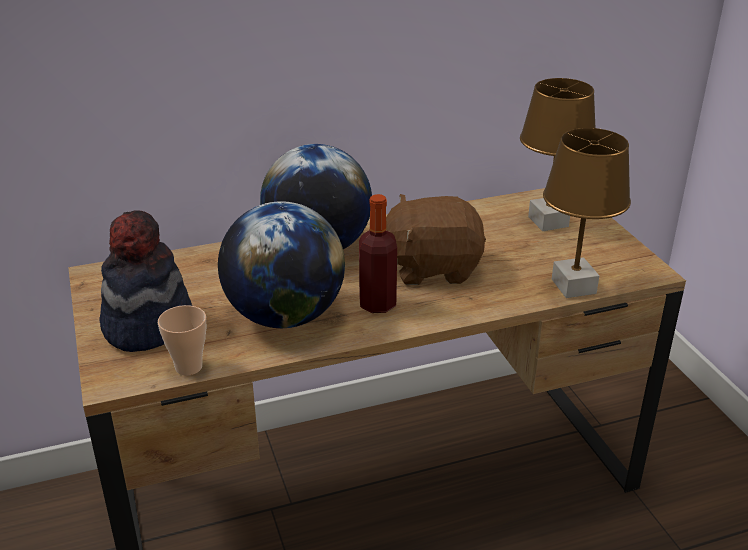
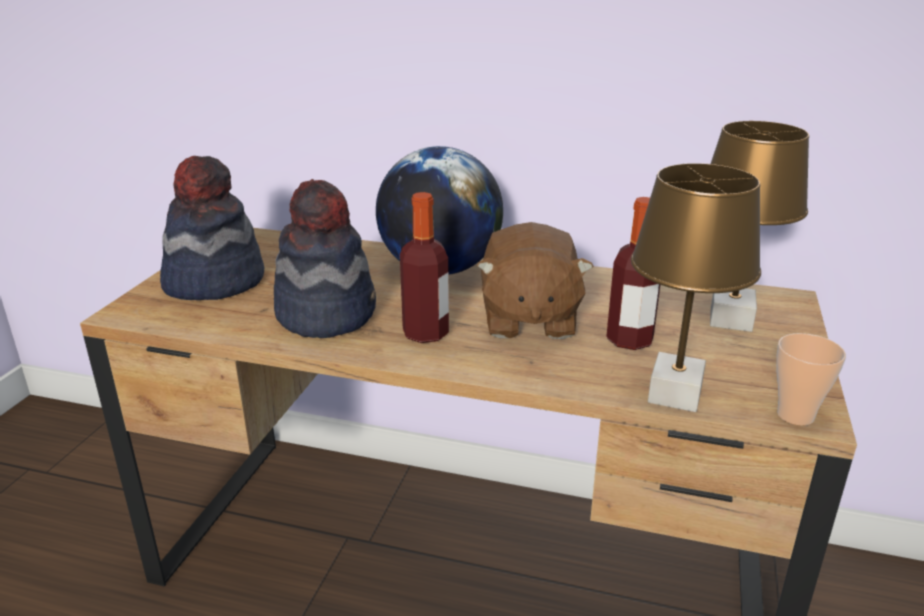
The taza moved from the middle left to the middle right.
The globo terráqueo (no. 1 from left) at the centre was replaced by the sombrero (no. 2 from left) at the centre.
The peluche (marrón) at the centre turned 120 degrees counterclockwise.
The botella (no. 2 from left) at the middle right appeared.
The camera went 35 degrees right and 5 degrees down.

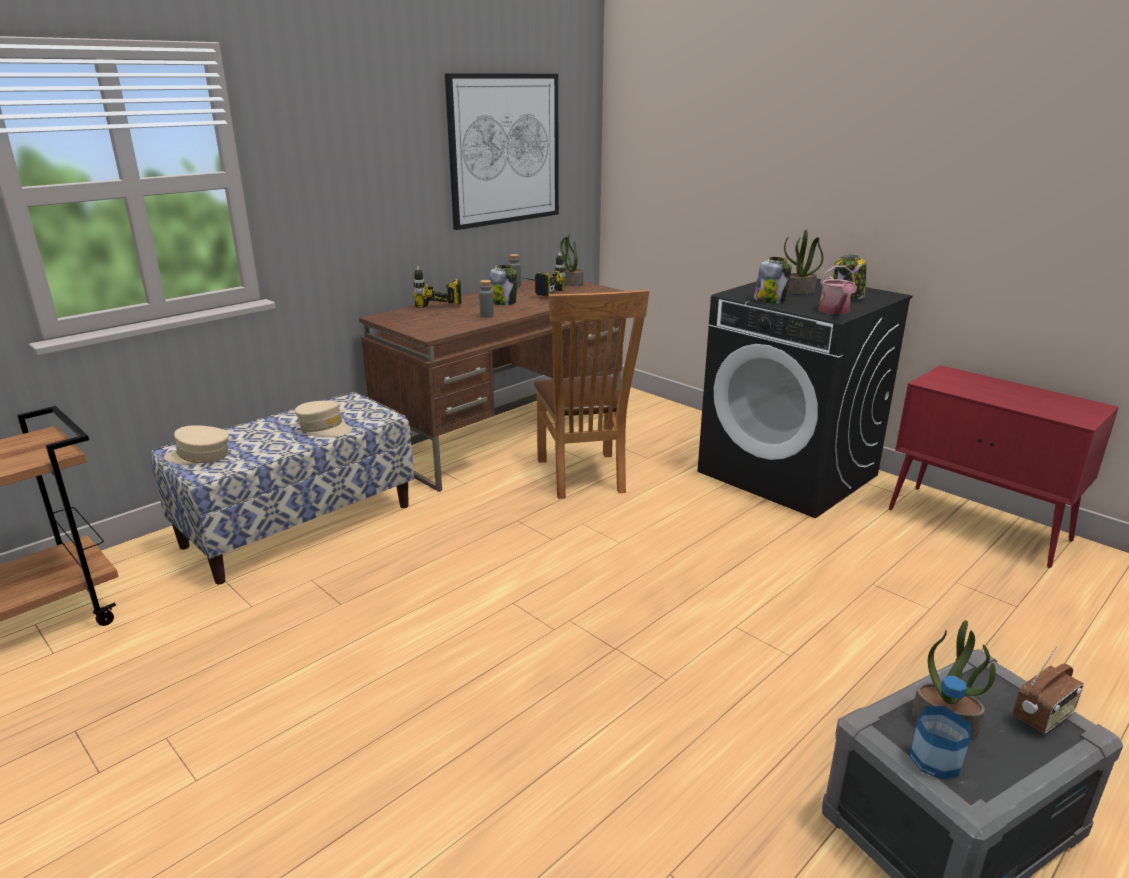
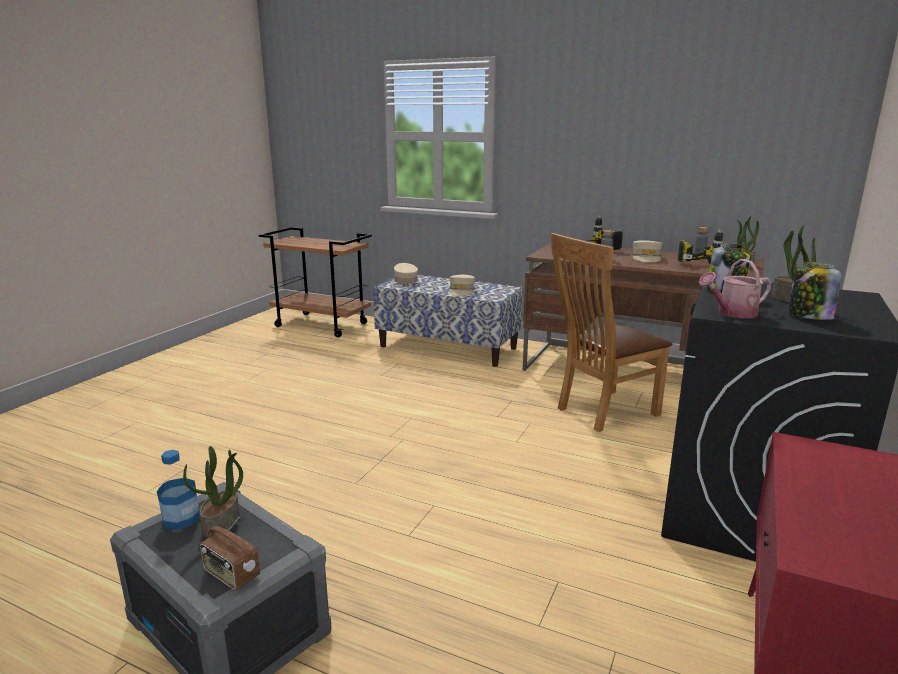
The cuadro at the top centre disappeared.
The tarro (no. 1 from left) at the top centre was replaced by the gorra (beis) (no. 3 from left) at the middle right.
The camera went 70 degrees right and 5 degrees down.

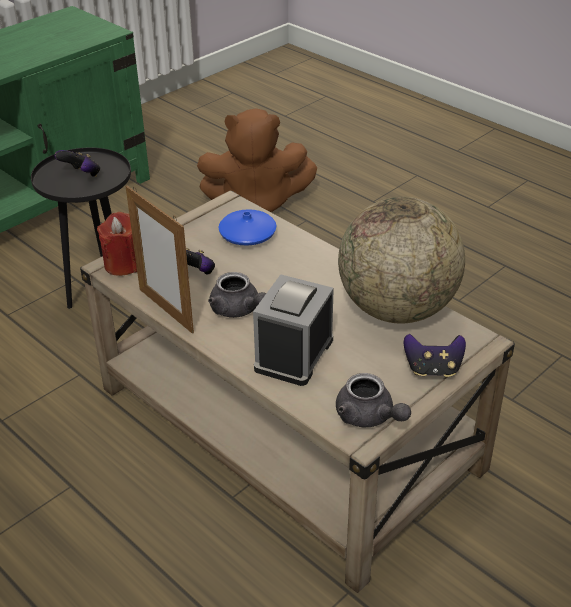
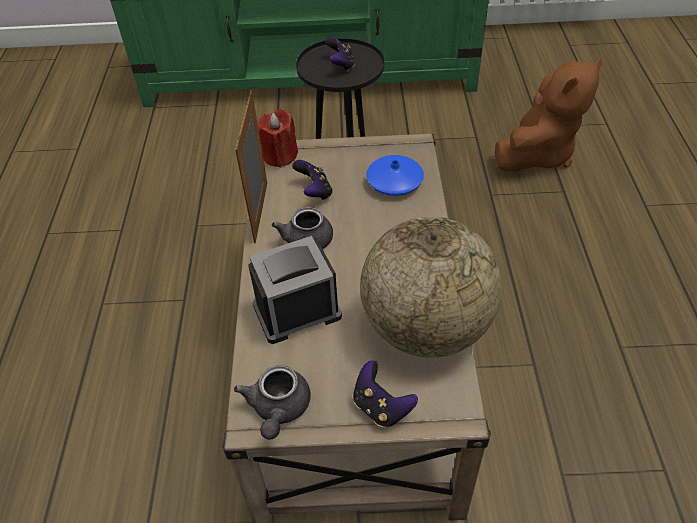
The peluche (marrón) at the top centre turned 90 degrees counterclockwise.
The camera went 45 degrees right and 10 degrees up.

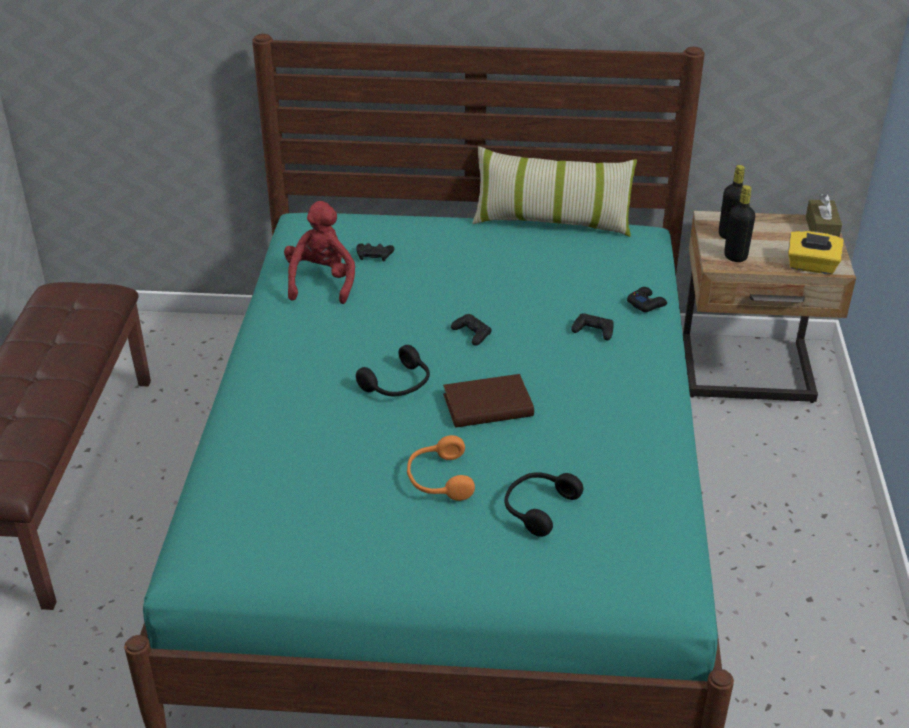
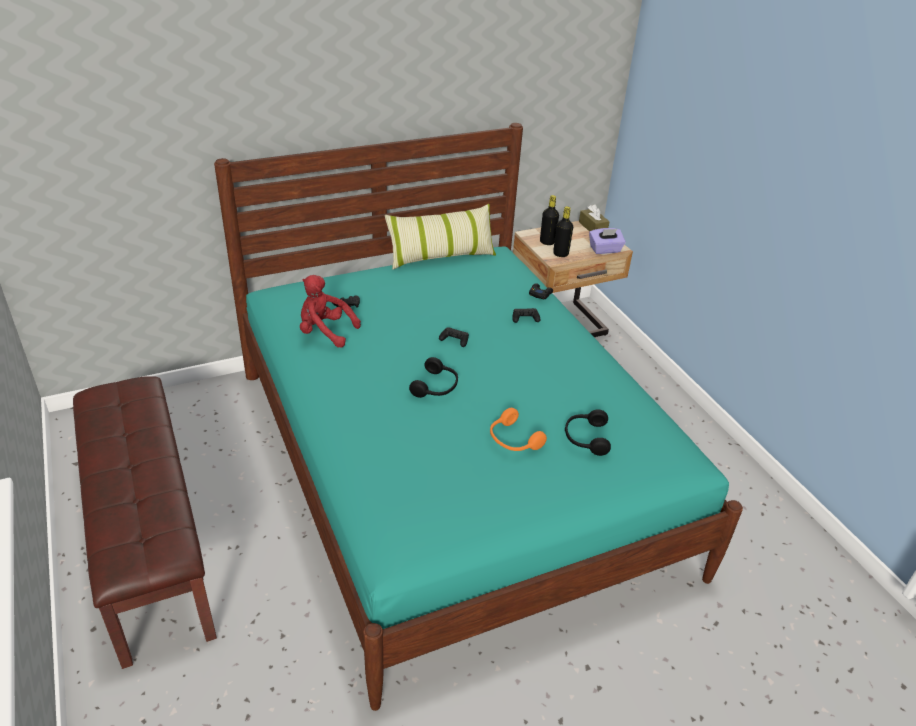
The peluche (rojo) at the centre turned 45 degrees counterclockwise.
The libro (marrón) at the centre disappeared.
The caja de pañuelos (amarillo) at the middle right became the caja de pañuelos (morado) at the top centre.
The camera went 30 degrees left and 0 degrees up.

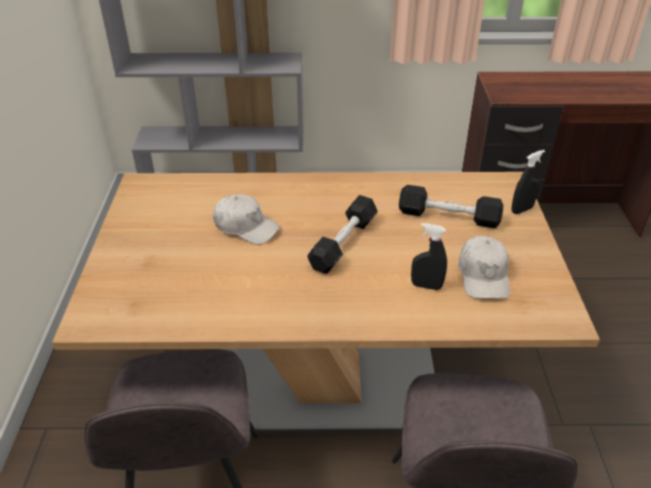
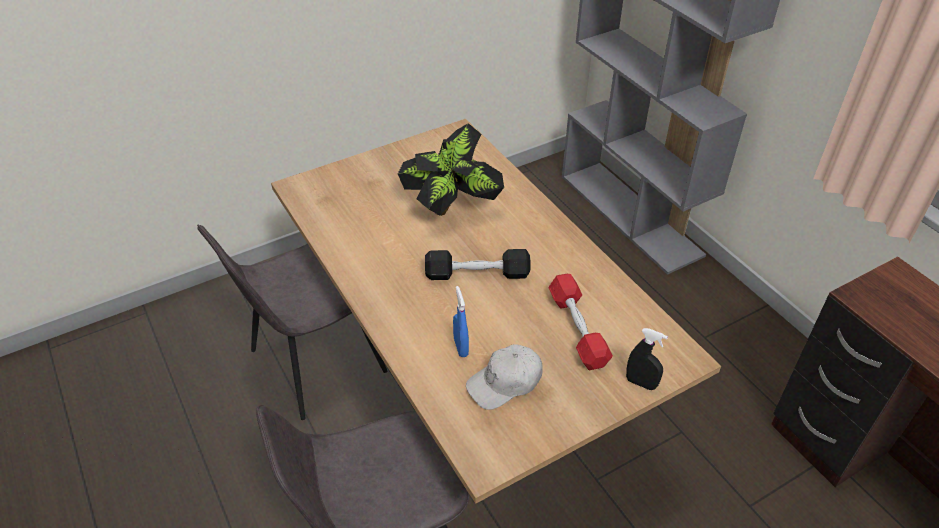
The gorra (blanco) (no. 1 from left) at the centre was replaced by the planta en maceta at the top centre.
The mancuerna (negro) (no. 2 from left) at the middle right became the mancuerna (rojo) at the centre.
The pulverizador (negro) (no. 1 from left) at the centre became the pulverizador (azul) at the centre.
The camera went 60 degrees right and 5 degrees up.

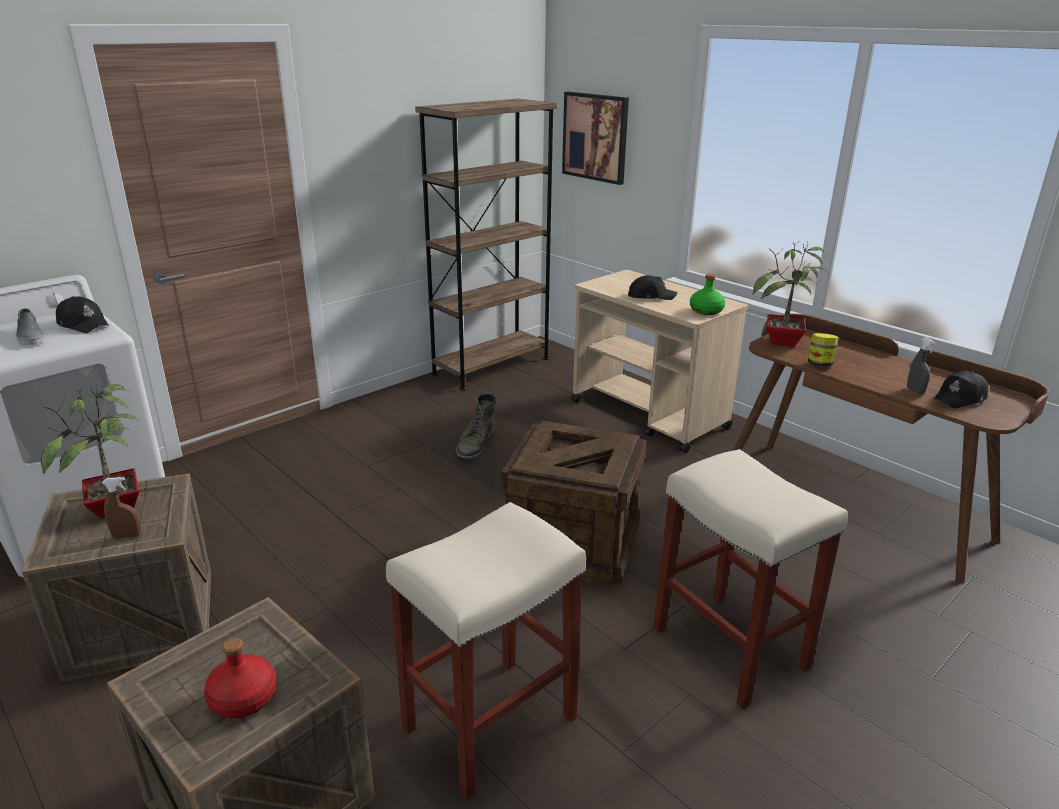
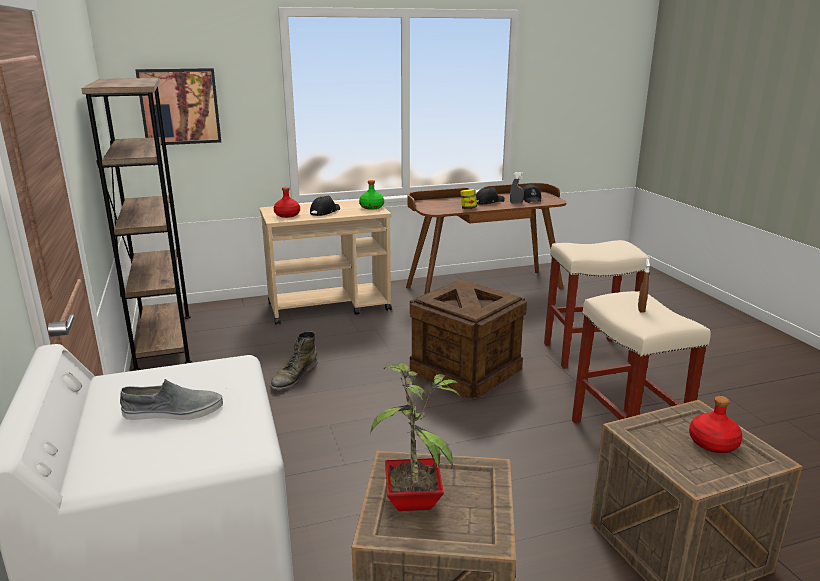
The gorra (negro) (no. 1 from left in the first image) moved from the middle left to the centre.
The pulverizador (marrón) moved from the middle left to the middle right.
The bota (verde) at the centre turned 75 degrees clockwise.
The planta en maceta (no. 2 from left) at the middle right disappeared.
The botella (rojo) (no. 1 from left) at the centre appeared.
The camera went 65 degrees left and 5 degrees down.

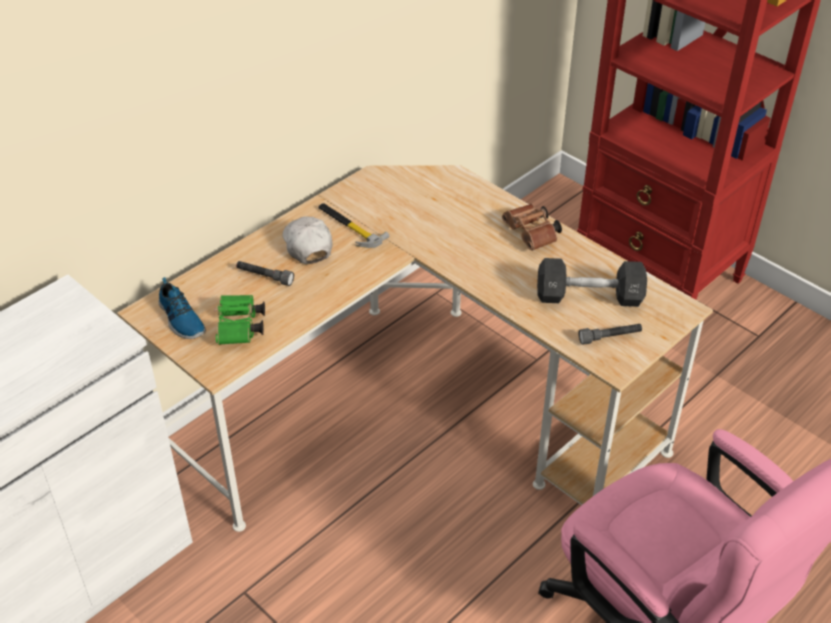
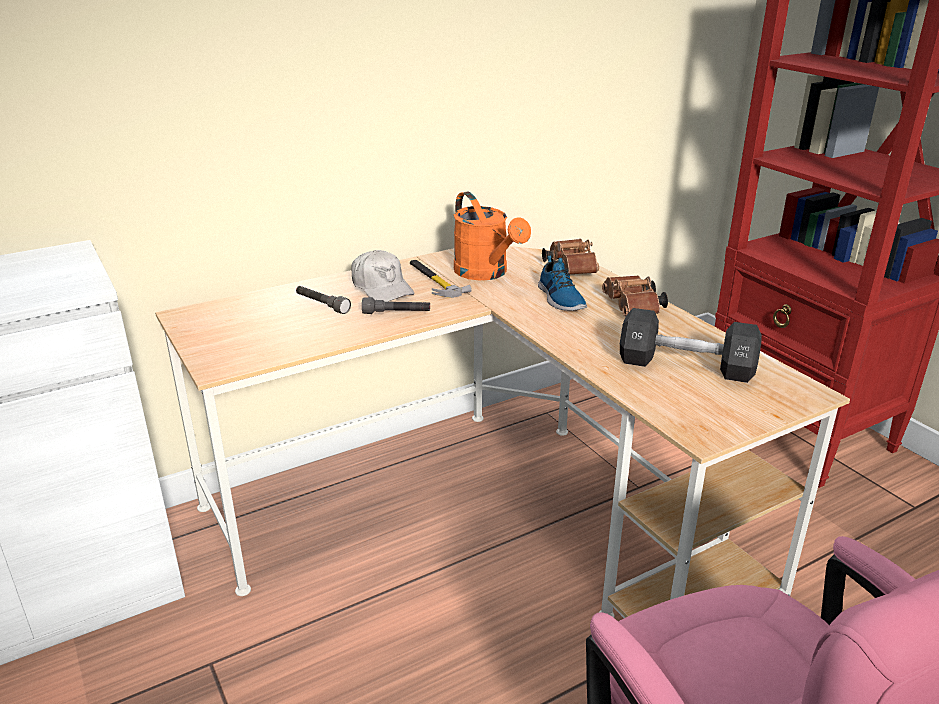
The zapato moved from the middle left to the centre.
The prismáticos (verde) at the middle left disappeared.
The gorra (blanco) at the centre turned 150 degrees clockwise.
The linterna (gris) (no. 2 from left) moved from the middle right to the centre.
The regadera (naranja) at the centre appeared.
The prismáticos (marrón) (no. 1 from left) at the centre appeared.
The camera went 15 degrees right and 15 degrees down.

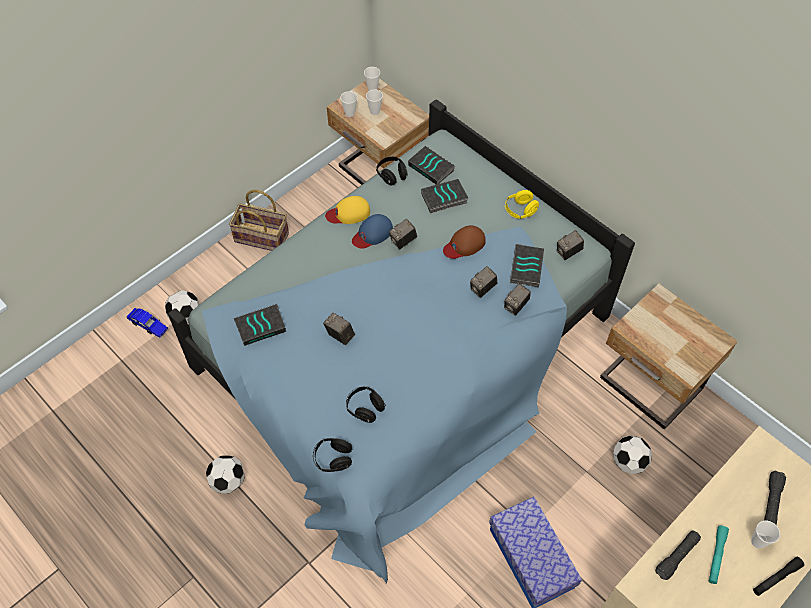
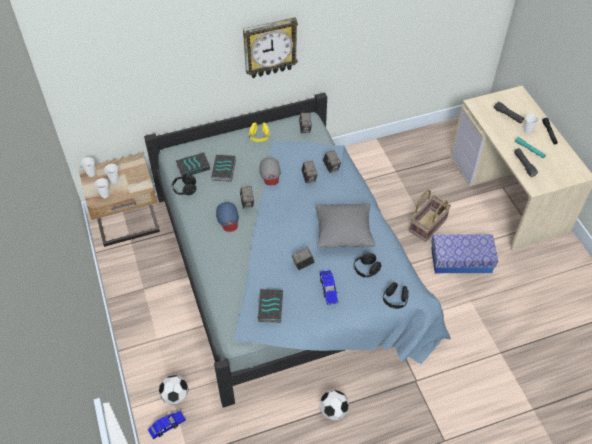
The cesta moved from the middle left to the middle right.
The gorra (amarillo) at the centre disappeared.
The gorra (marrón) at the centre became the gorra (gris) at the centre.
The libro (no. 4 from left) at the centre disappeared.
The mesita de noche (beis) (no. 2 from left) at the middle right disappeared.
The balón de fútbol (no. 3 from left) at the bottom right disappeared.
The reloj de pared at the top centre appeared.
The cojín (gris) at the centre appeared.
The coche de juguete (azul) (no. 2 from left) at the centre appeared.
The camera went 65 degrees left and 5 degrees down.

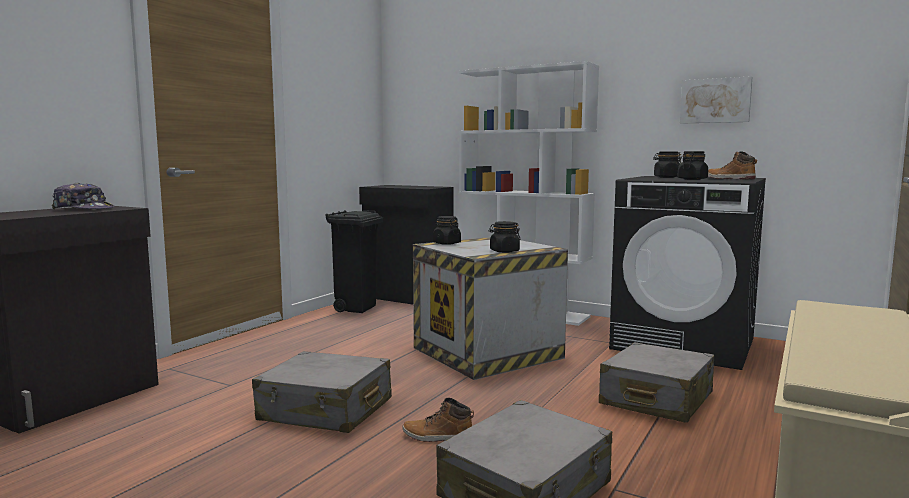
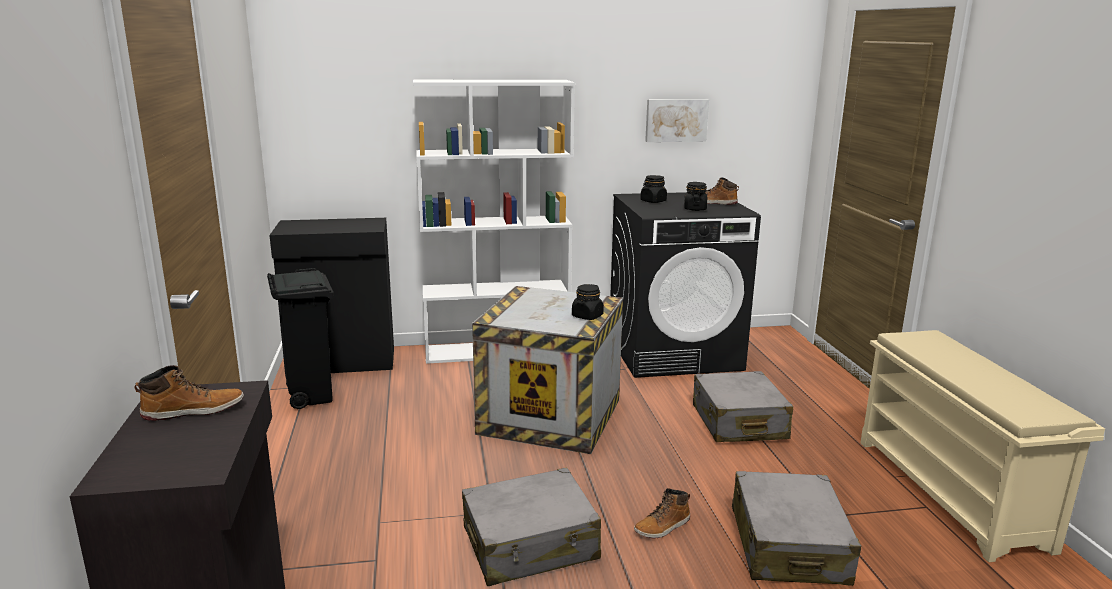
The gorra at the middle left was replaced by the bota (no. 1 from left) at the bottom left.
The tarro (negro) (no. 1 from left) at the centre disappeared.
The camera went 40 degrees left and 10 degrees up.

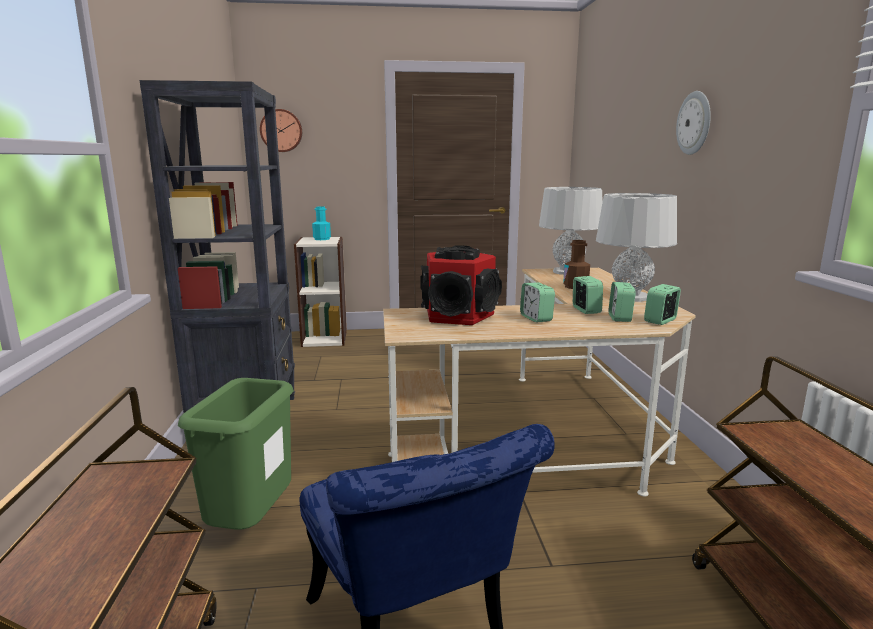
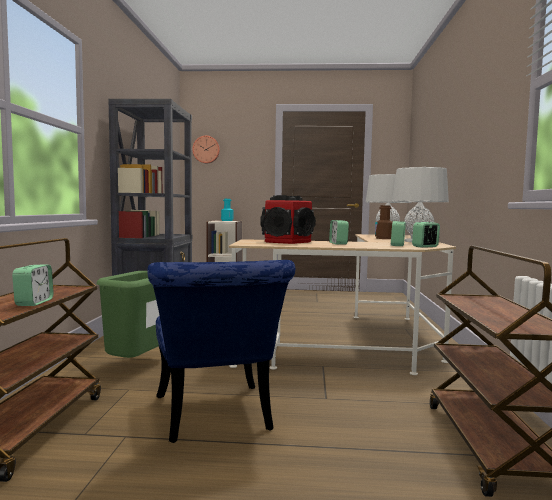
The despertador (no. 2 from left in the first image) moved from the middle right to the middle left.
The reloj de pared (no. 2 from left) at the top right disappeared.
The camera went 10 degrees right and 10 degrees down.

